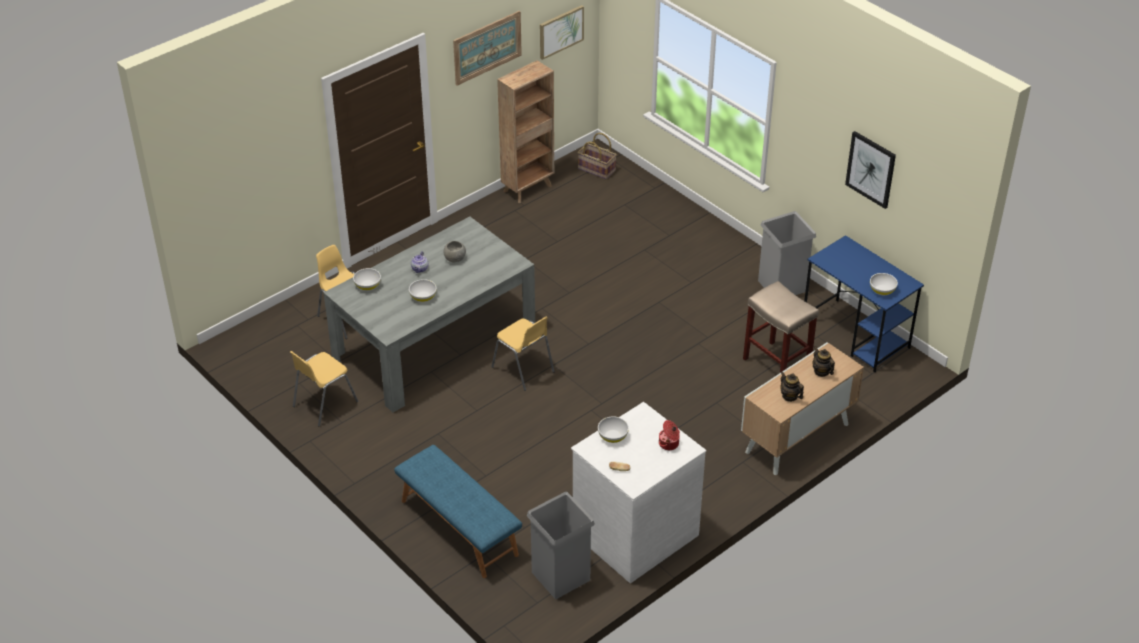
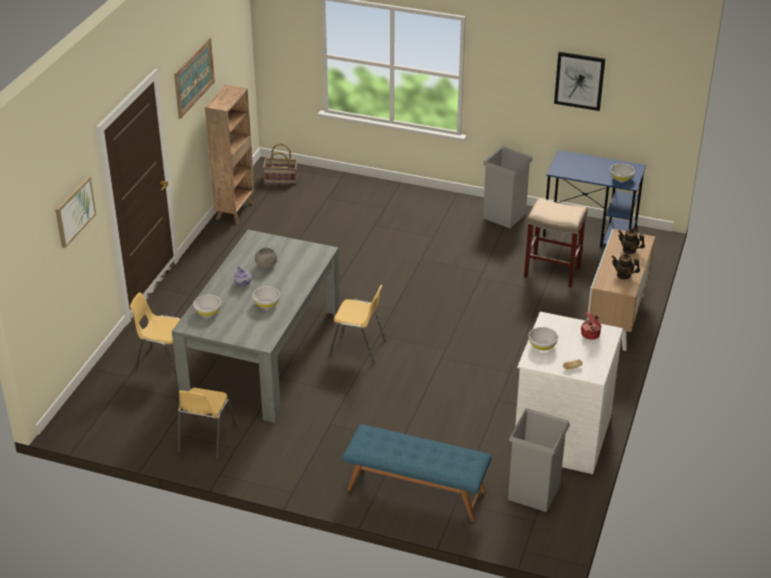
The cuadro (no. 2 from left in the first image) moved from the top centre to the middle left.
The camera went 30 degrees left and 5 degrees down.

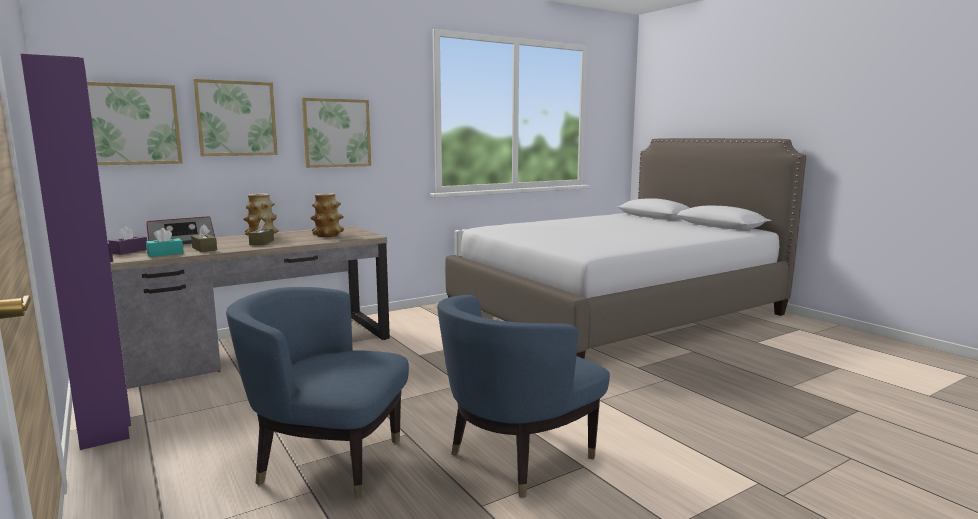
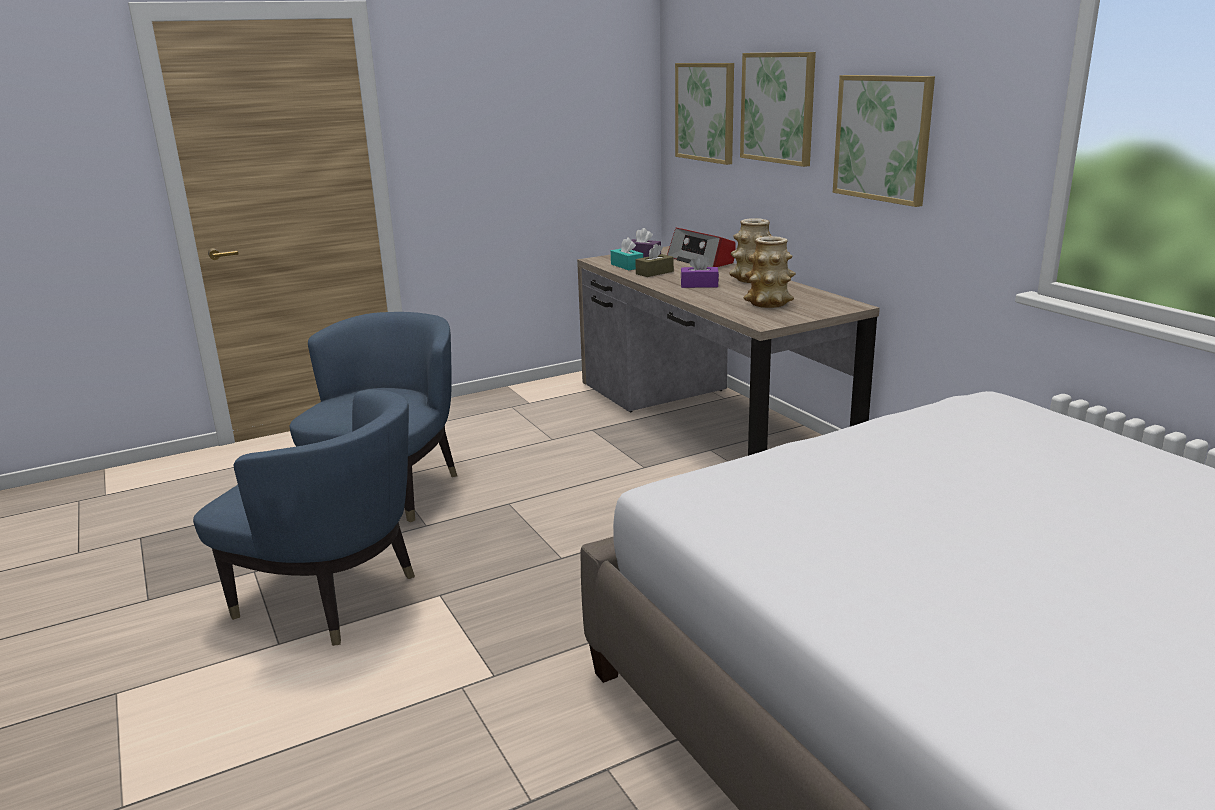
The armario ropero (morado) at the middle left disappeared.
The caja de pañuelos (marrón) (no. 2 from left) at the middle left became the caja de pañuelos (morado) (no. 2 from left) at the centre.
The sillón (azul) (no. 2 from left in the first image) at the bottom centre turned 150 degrees clockwise.
The camera went 95 degrees right and 10 degrees up.

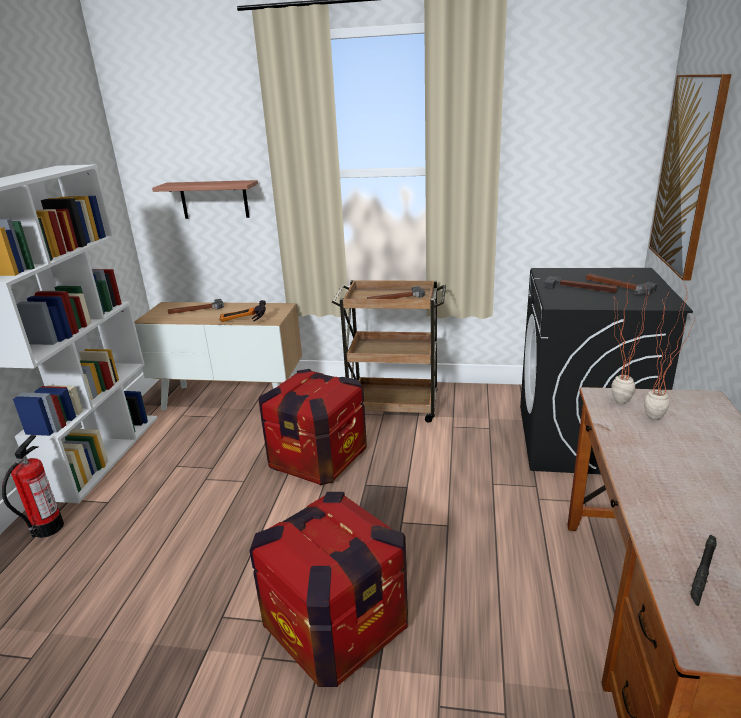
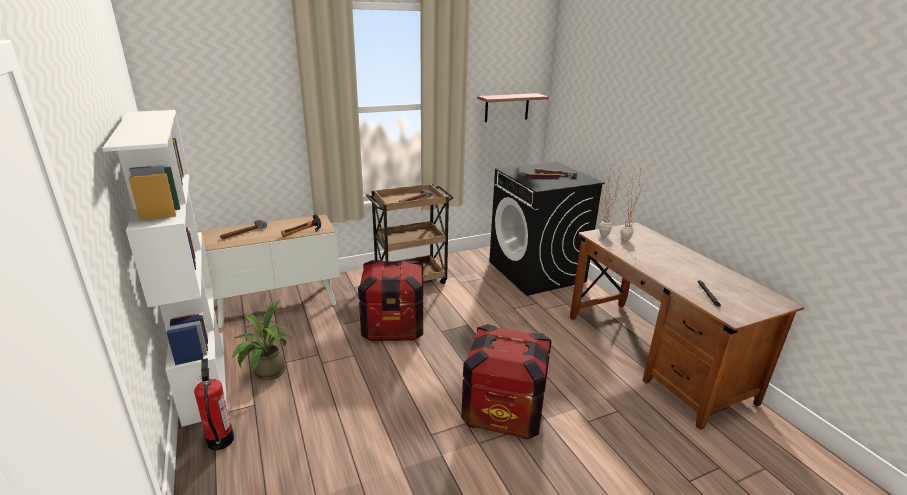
The estante moved from the top left to the top centre.
The cuadro at the top right disappeared.
The planta en maceta (no. 1 from left) at the bottom left appeared.
The camera went 35 degrees left and 0 degrees up.

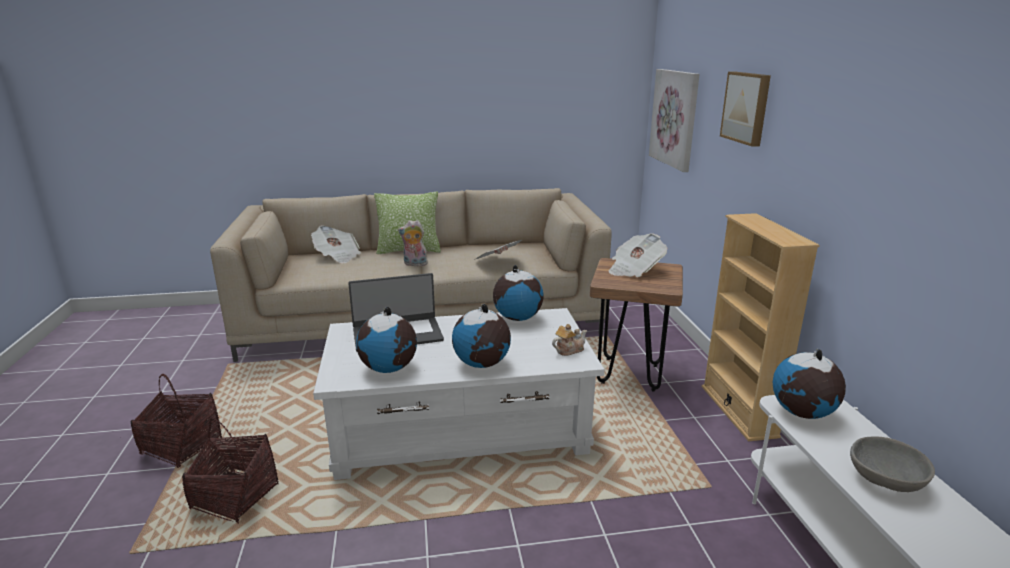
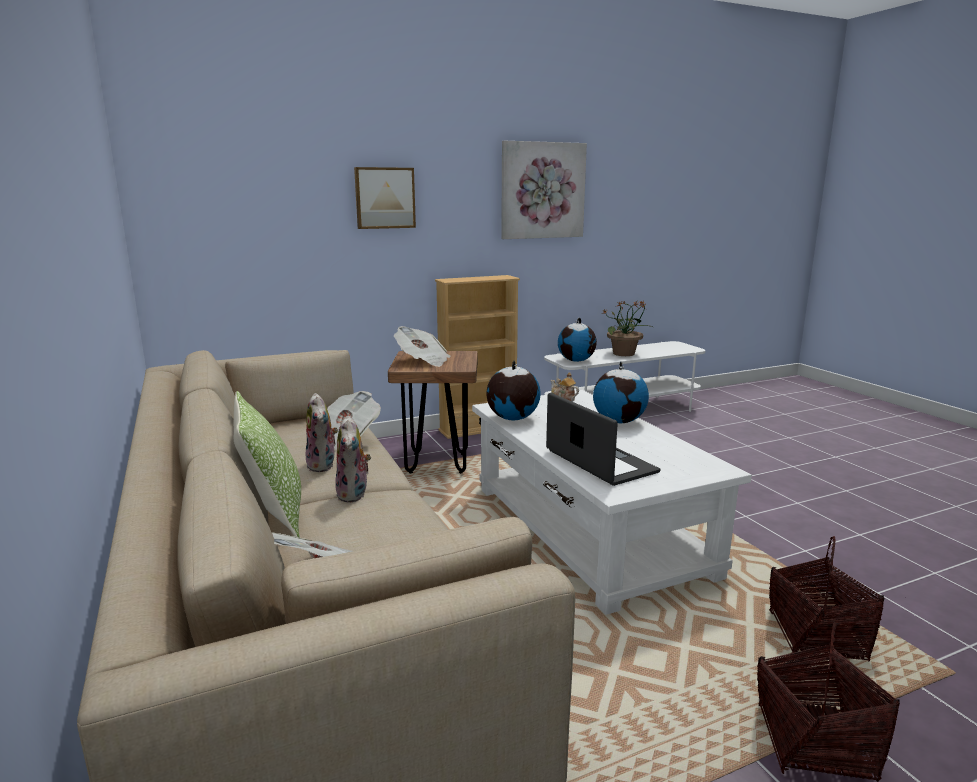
The globo terráqueo (no. 1 from left) at the centre disappeared.
The cuadro (no. 1 from left in the first image) moved from the top right to the top centre.
The cuenco (gris) at the bottom right was replaced by the planta en maceta at the centre.
The peluche (no. 1 from left) at the middle left appeared.
The camera went 105 degrees left and 5 degrees down.

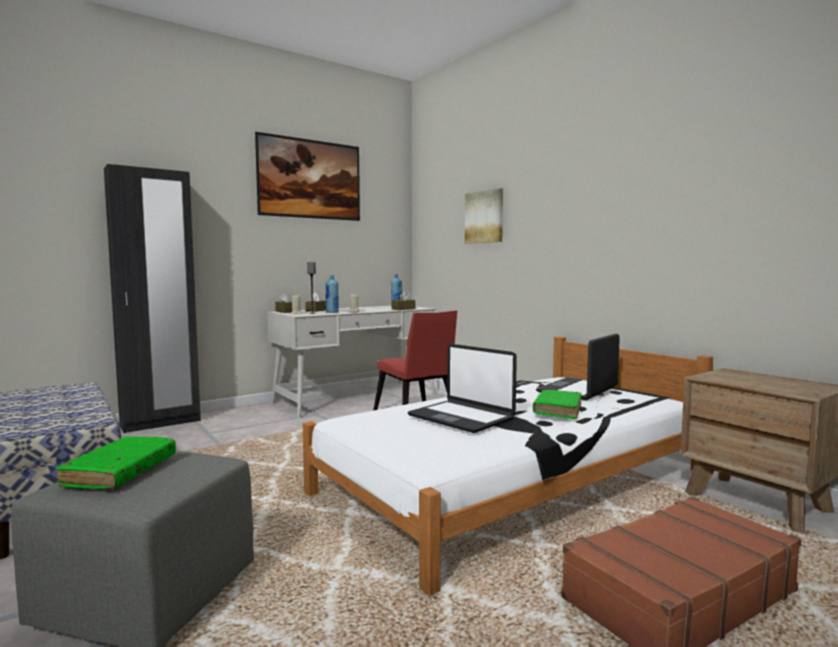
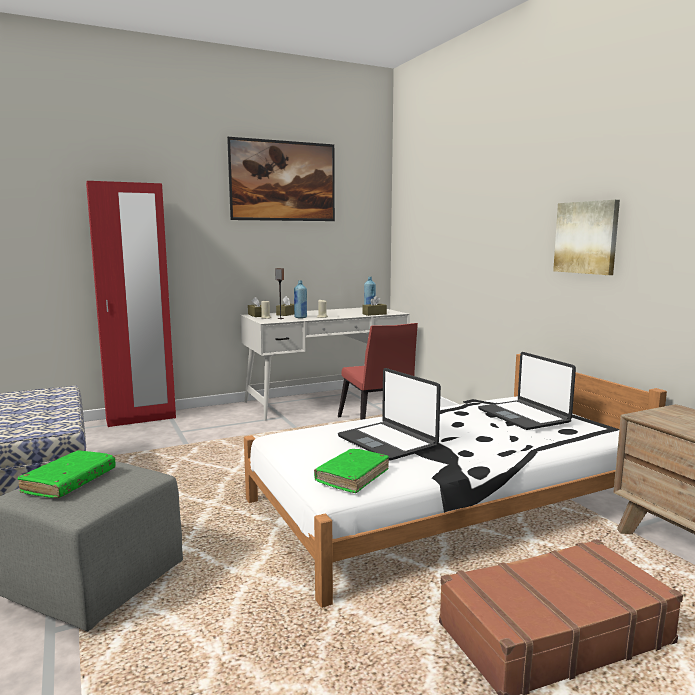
The armario ropero (negro) at the middle left became the armario ropero (rojo) at the middle left.
The cuadro (no. 2 from left) moved from the centre to the middle right.
The libro (verde) (no. 2 from left) moved from the centre to the bottom centre.
The portátil (no. 2 from left) at the middle right turned 75 degrees counterclockwise.
The camera went 10 degrees right and 5 degrees up.

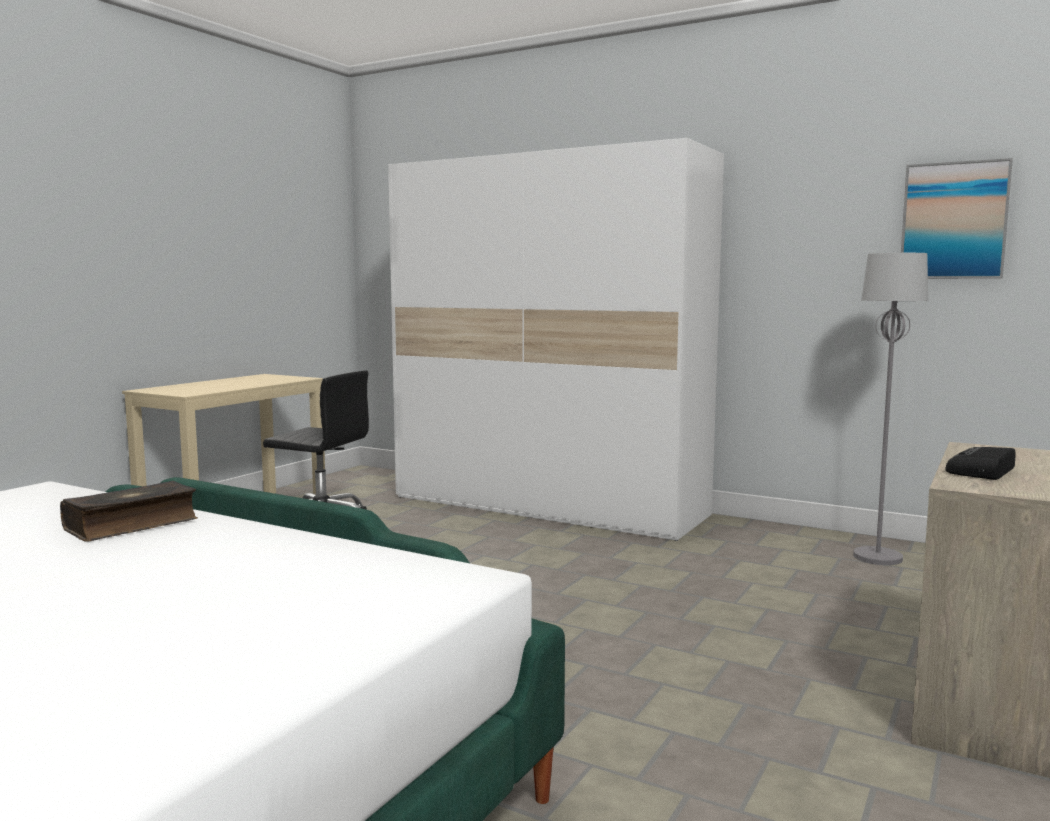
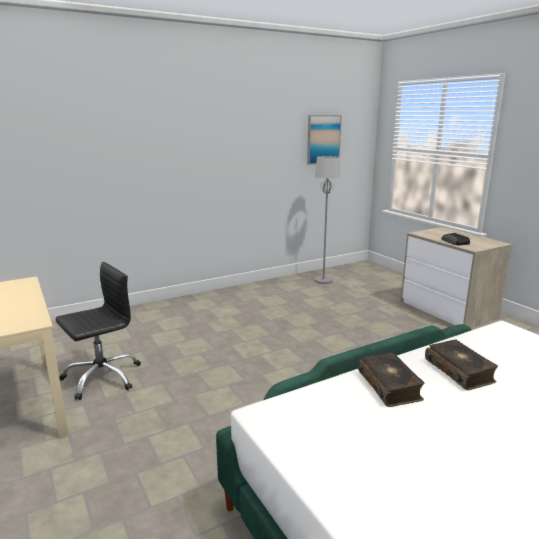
The armario ropero (blanco) at the centre disappeared.
The libro (no. 2 from left) at the bottom right appeared.
The camera went 60 degrees left and 10 degrees up.

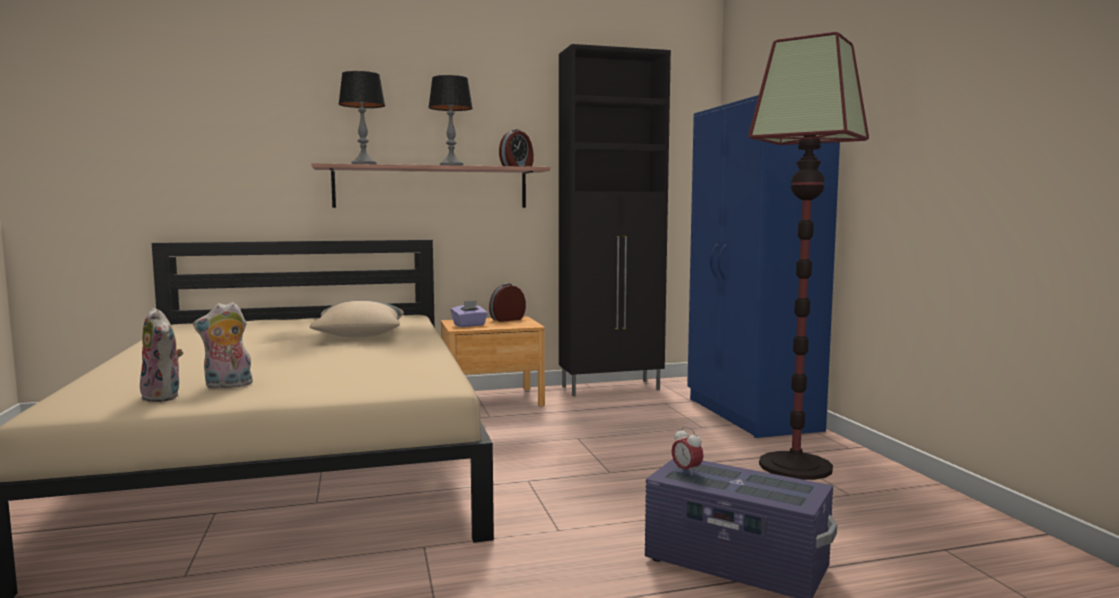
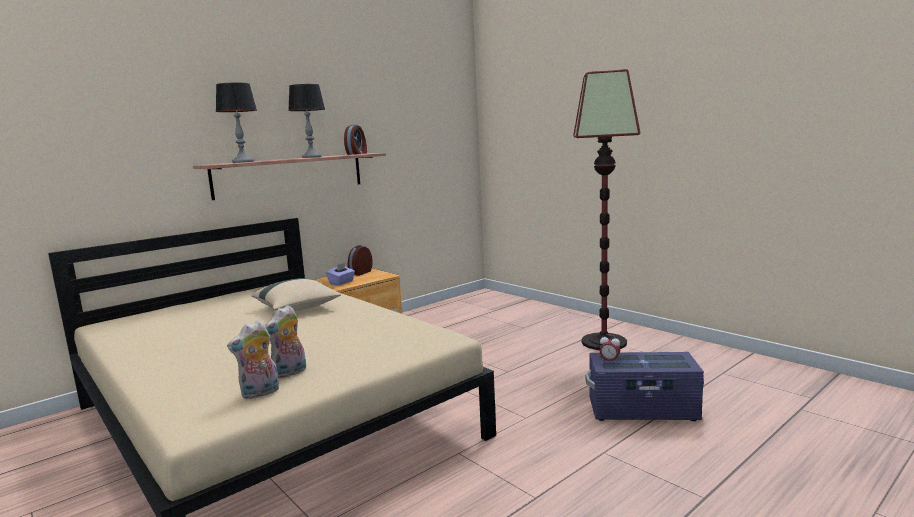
The peluche (no. 1 from left) at the middle left turned 120 degrees clockwise.
The armario (negro) at the centre disappeared.
The armario ropero (azul) at the middle right disappeared.
The camera went 25 degrees left and 5 degrees up.

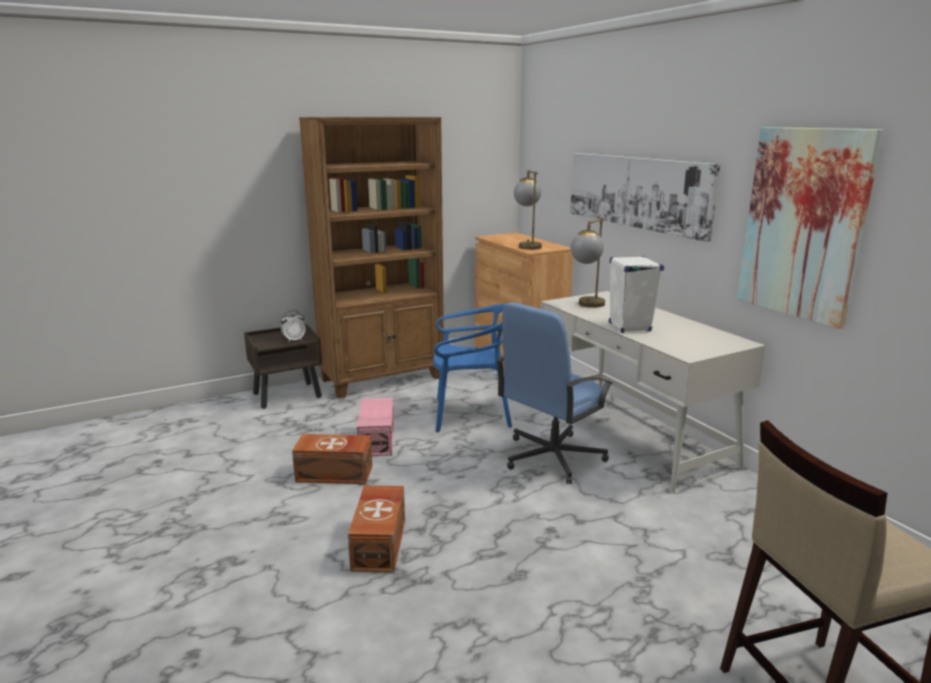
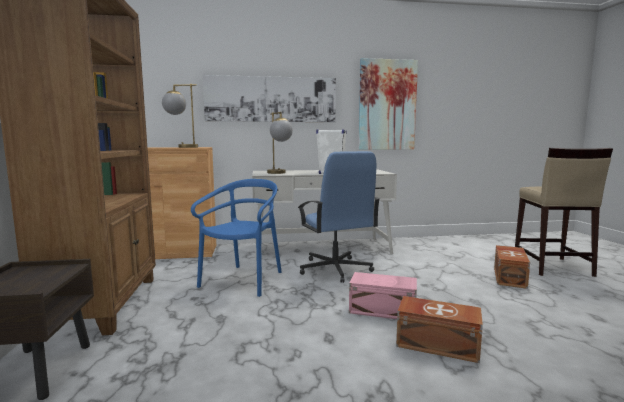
The despertador at the middle left disappeared.
The caja de almacenaje (marrón) (no. 1 from left in the first image) moved from the bottom centre to the middle right.
The caja de almacenaje (rosa) moved from the centre to the bottom centre.
The camera went 70 degrees left and 10 degrees down.

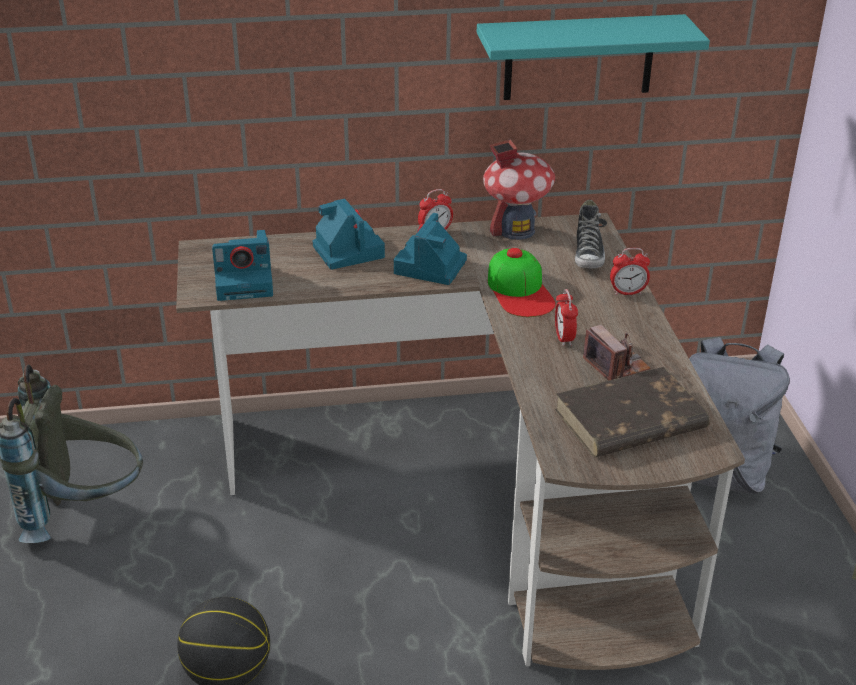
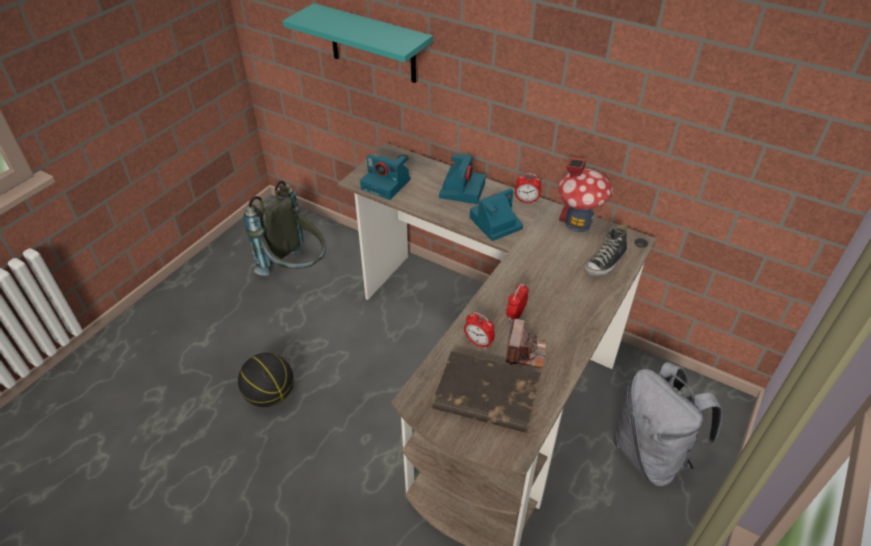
The estante (turquesa) moved from the top right to the top centre.
The gorra at the centre disappeared.
The despertador (no. 3 from left in the first image) moved from the middle right to the centre.
The camera went 40 degrees right and 10 degrees up.

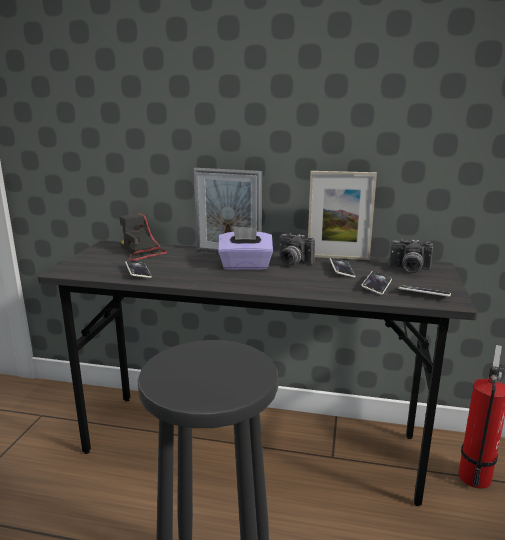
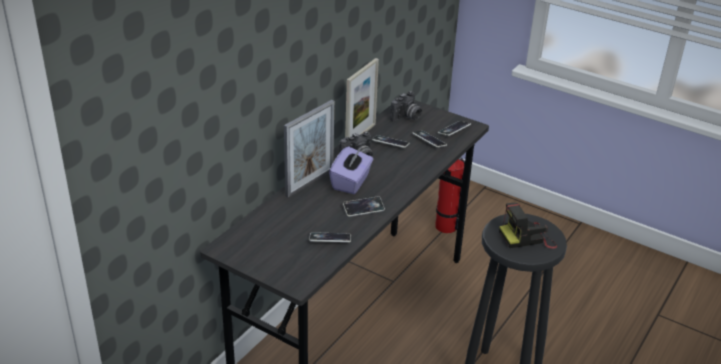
The cámara (no. 1 from left in the first image) moved from the middle left to the middle right.
The móvil (no. 2 from left) at the centre appeared.
The camera went 70 degrees left and 15 degrees up.

